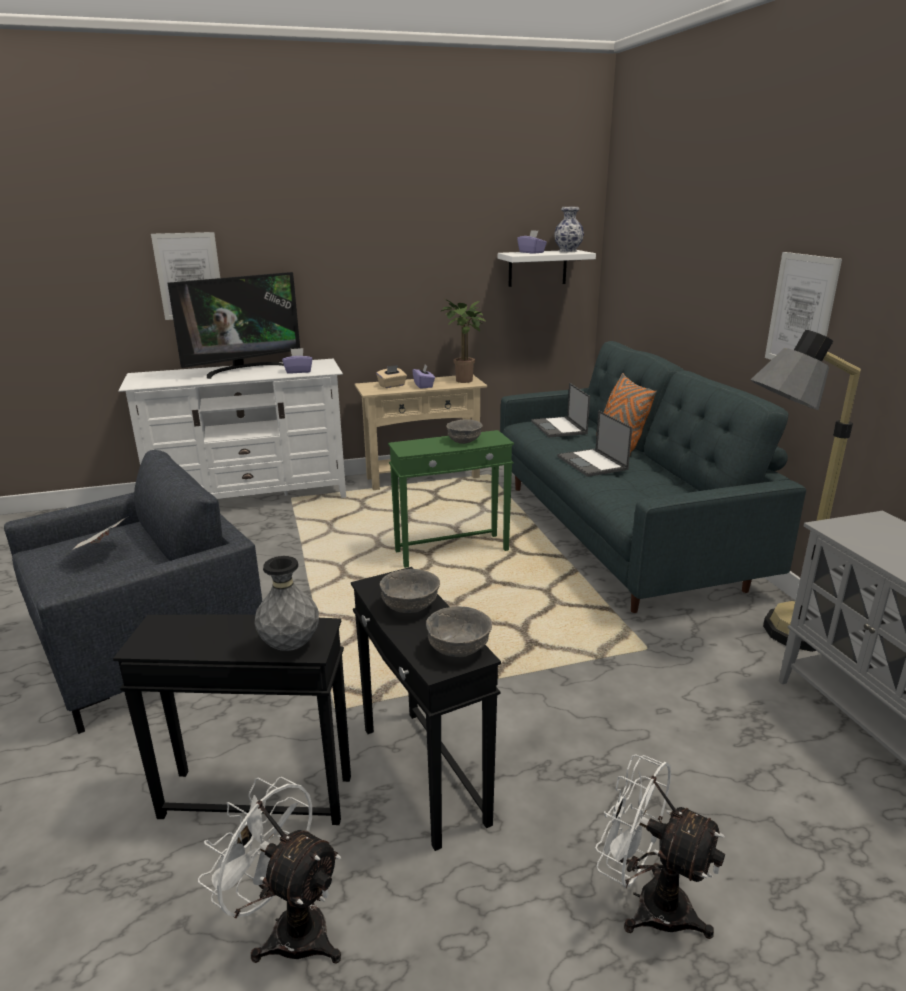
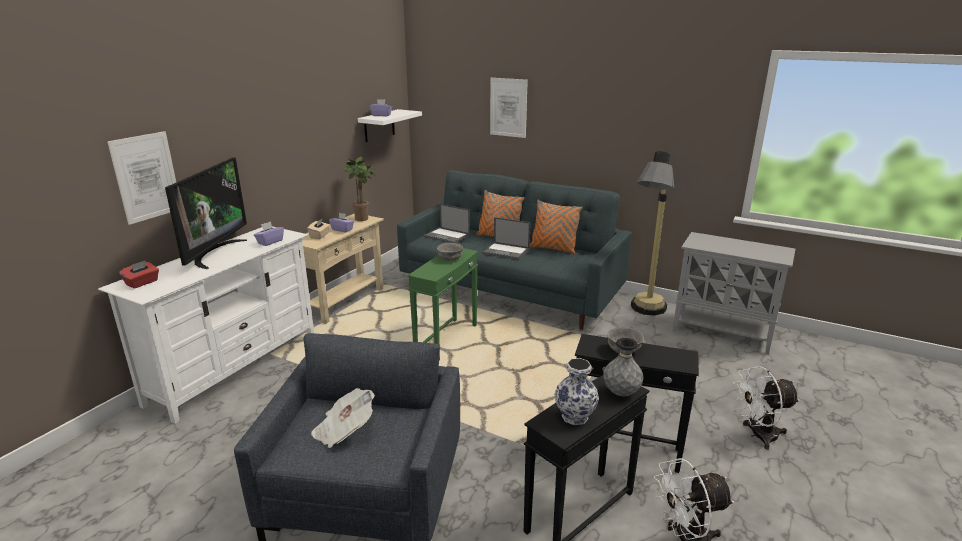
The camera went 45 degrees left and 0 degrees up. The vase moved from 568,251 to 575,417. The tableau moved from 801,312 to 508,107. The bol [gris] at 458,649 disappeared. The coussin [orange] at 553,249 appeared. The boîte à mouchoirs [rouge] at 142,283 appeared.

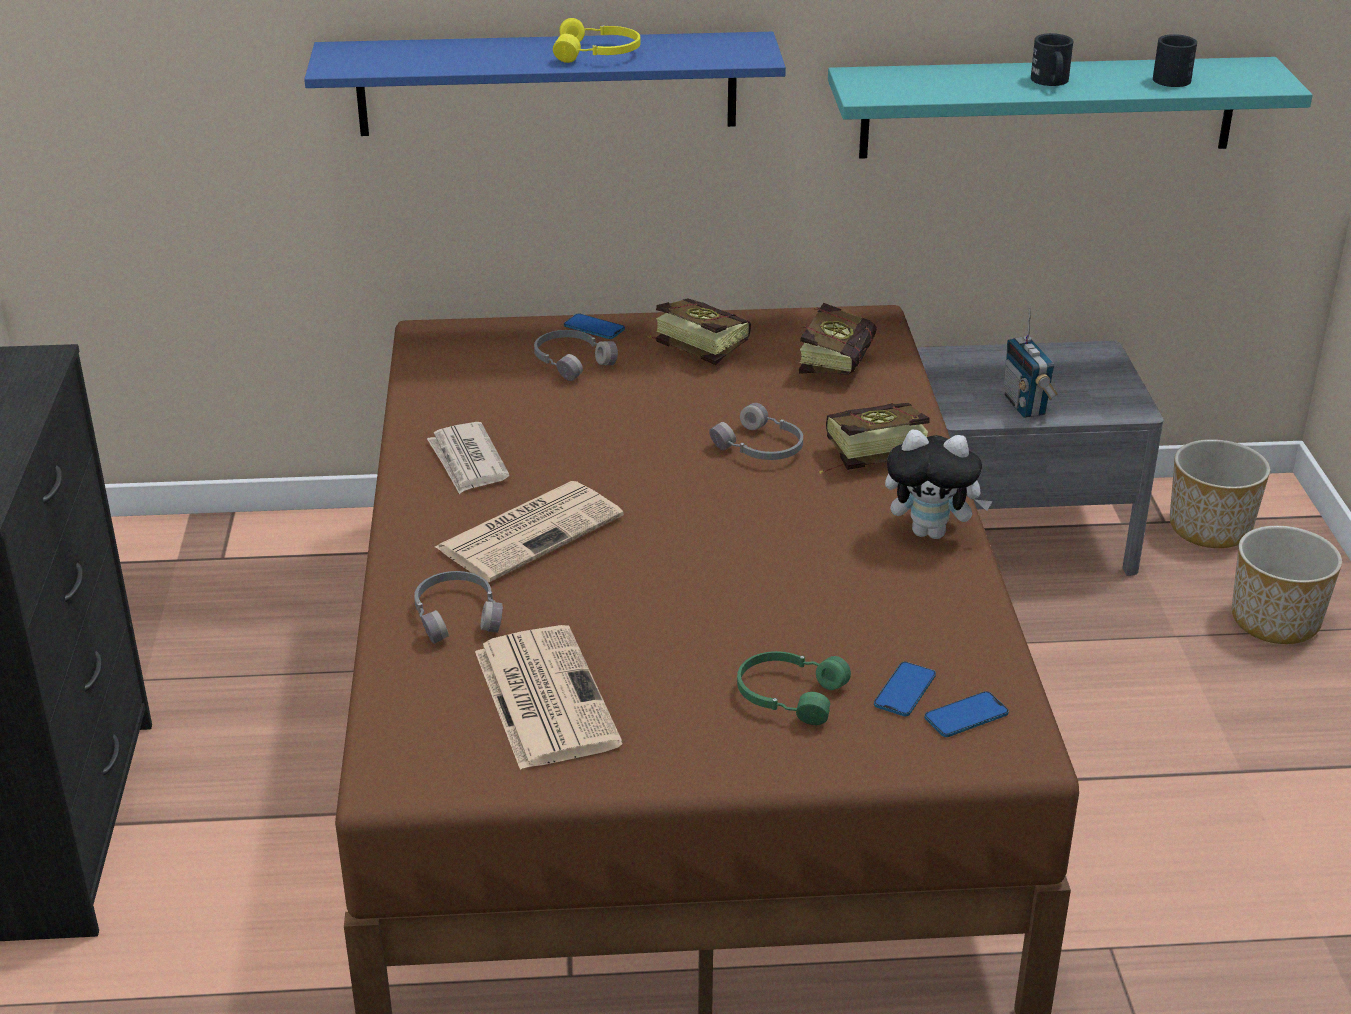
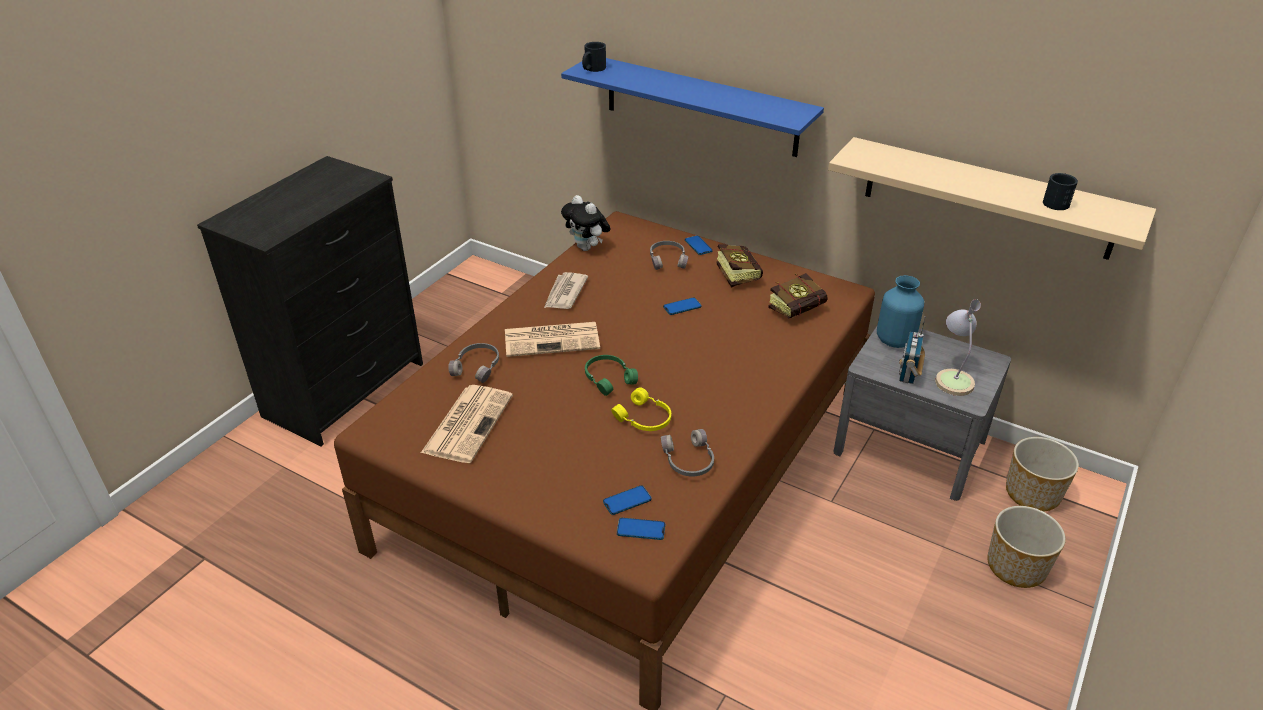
The camera went 35 degrees right and 5 degrees up. The casque audio [jaune] moved from 598,54 to 644,419. The mug [noir] moved from 1051,82 to 592,69. The étagère [turquoise] at 1048,107 became the étagère [beige] at 988,198. The casque audio [gris] moved from 760,448 to 688,460. The livre at 865,457 disappeared. The peluche moved from 932,532 to 587,248. The casque audio [vert] moved from 789,695 to 609,378. The vase [bleu] at 894,340 appeared. The téléphone at 682,307 appeared. The lampe de table at 952,377 appeared.

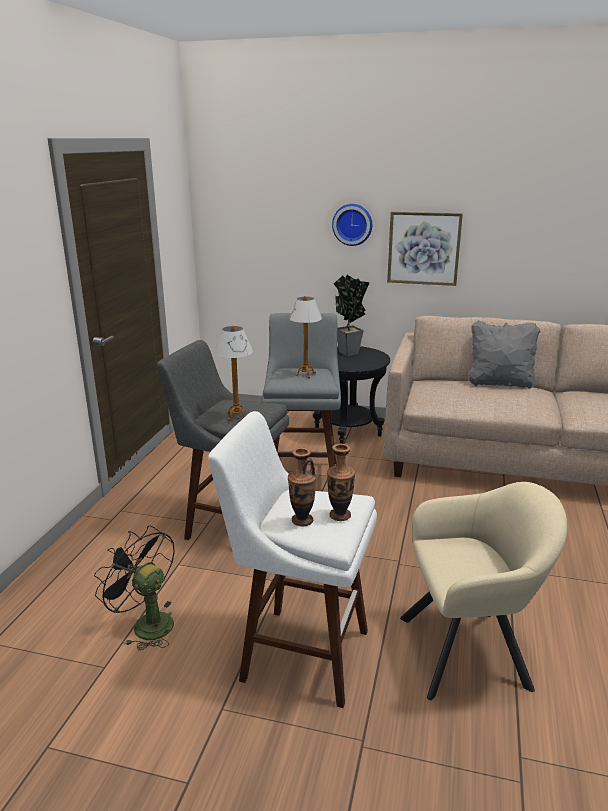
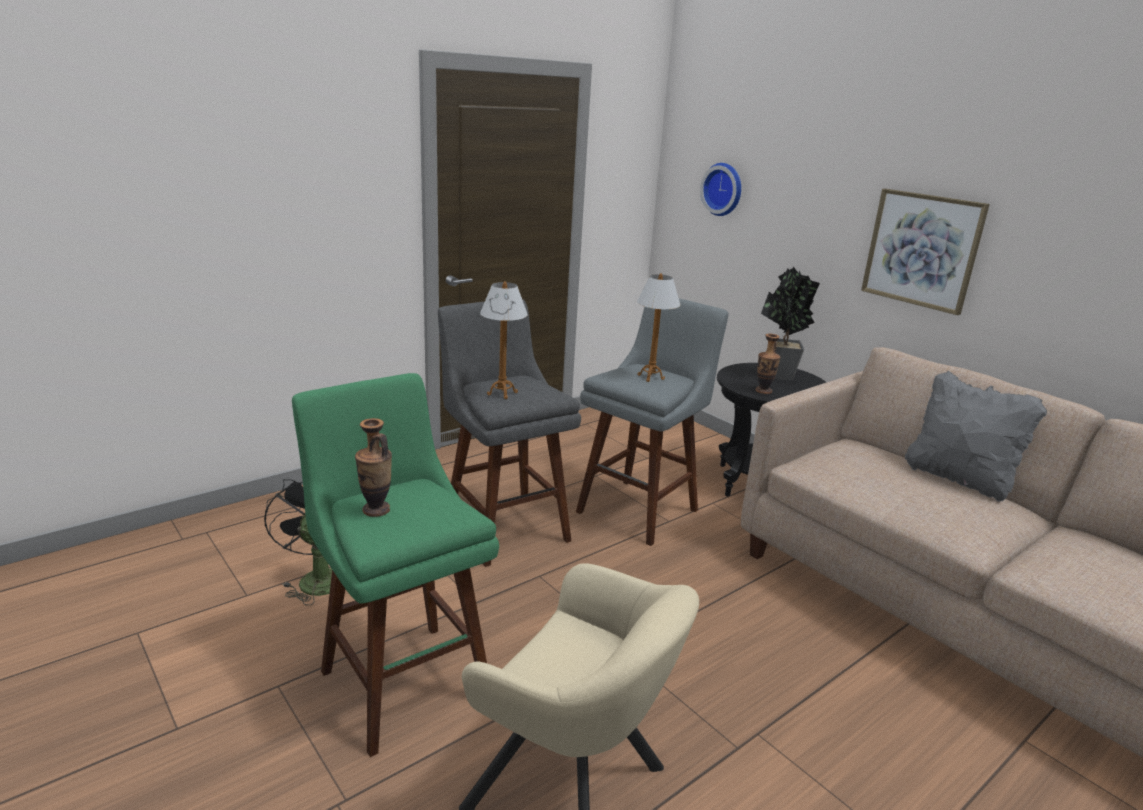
The camera went 35 degrees right and 0 degrees up. The horloge murale moved from 352,224 to 723,189. The tabouret [blanc] at 298,653 became the tabouret [vert] at 402,679. The vase moved from 340,515 to 763,391.

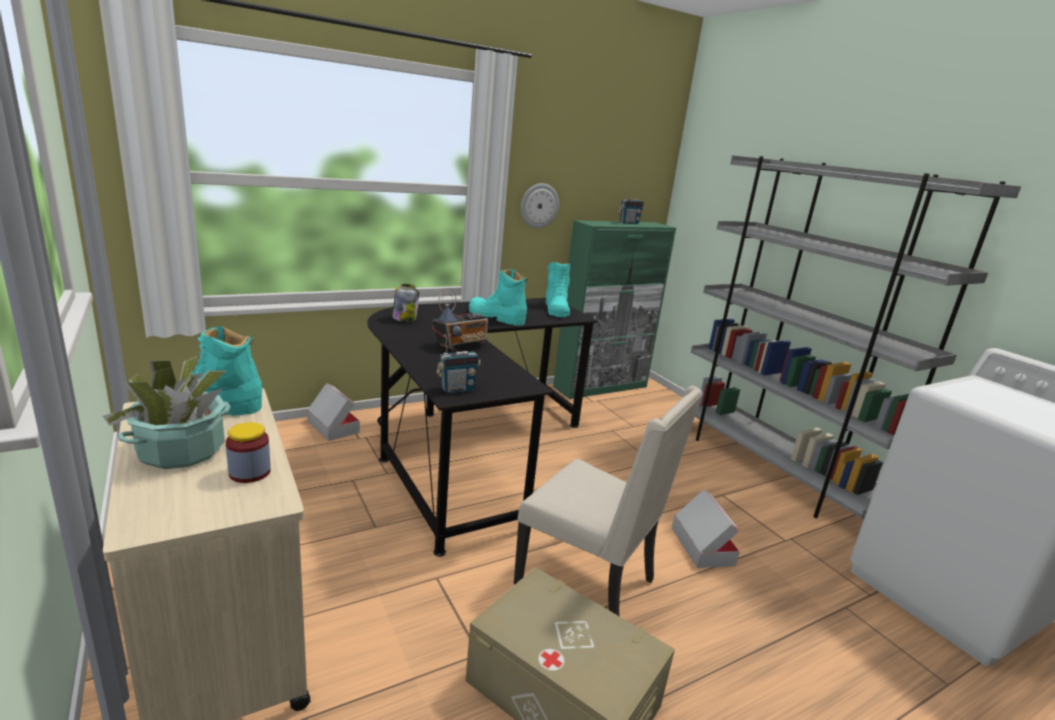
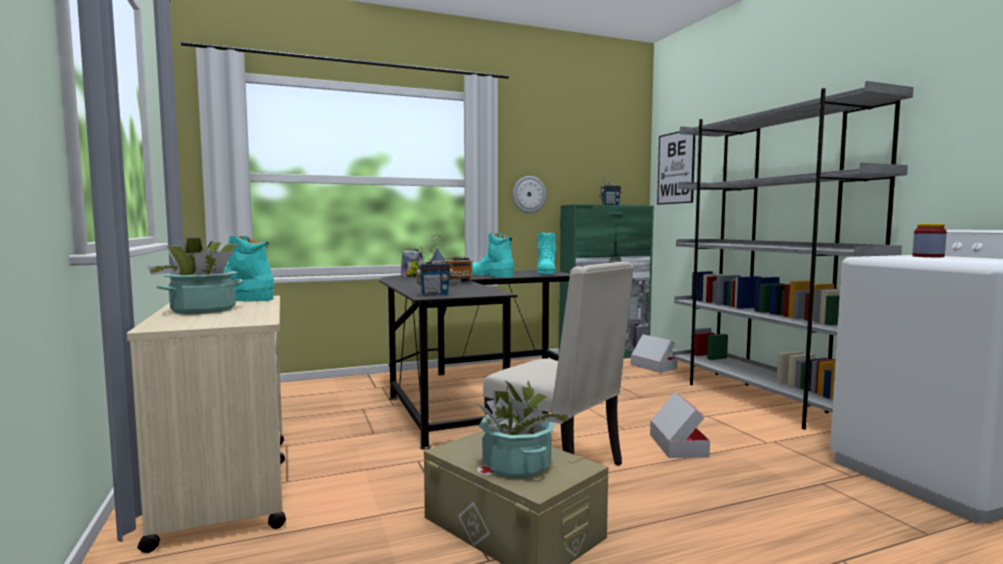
The camera went 10 degrees right and 15 degrees down. The carton moved from 333,426 to 653,366. The bocal moved from 250,472 to 928,256. The tableau at 676,168 appeared. The plante en pot at 516,465 appeared.

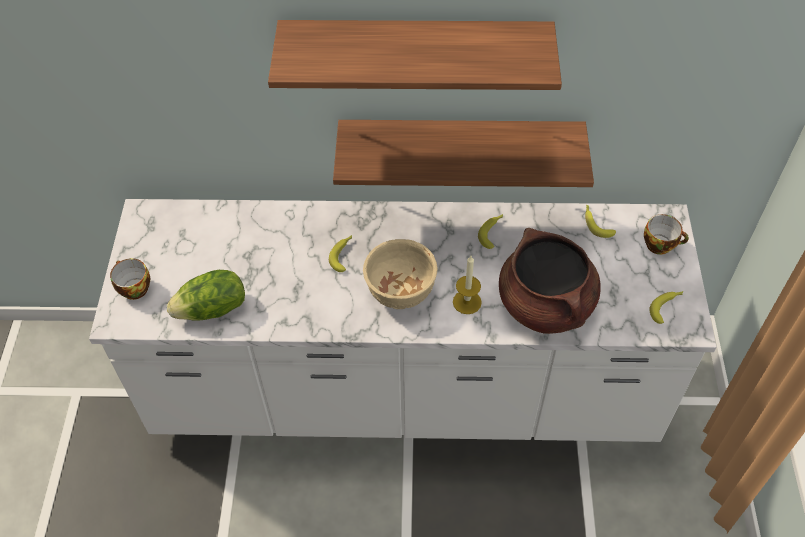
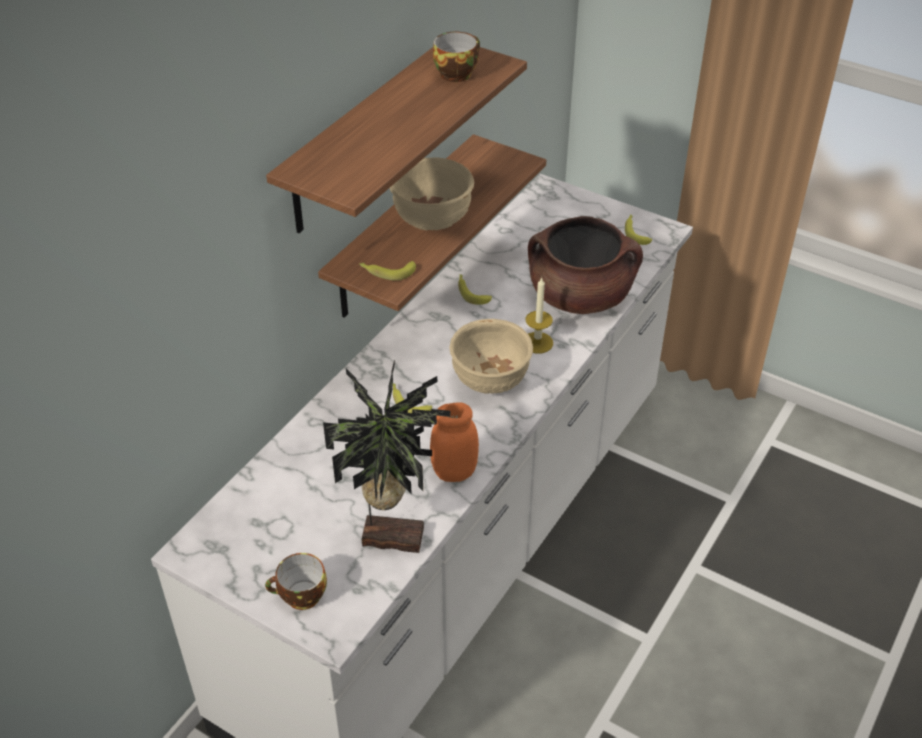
The camera went 60 degrees left and 10 degrees down. The banane moved from 596,223 to 387,272. The tasse moved from 660,244 to 456,73. The laitue at 213,309 was replaced by the plante en pot at 392,534. The bol [beige] at 431,221 appeared. The bocal [orange] at 454,472 appeared.

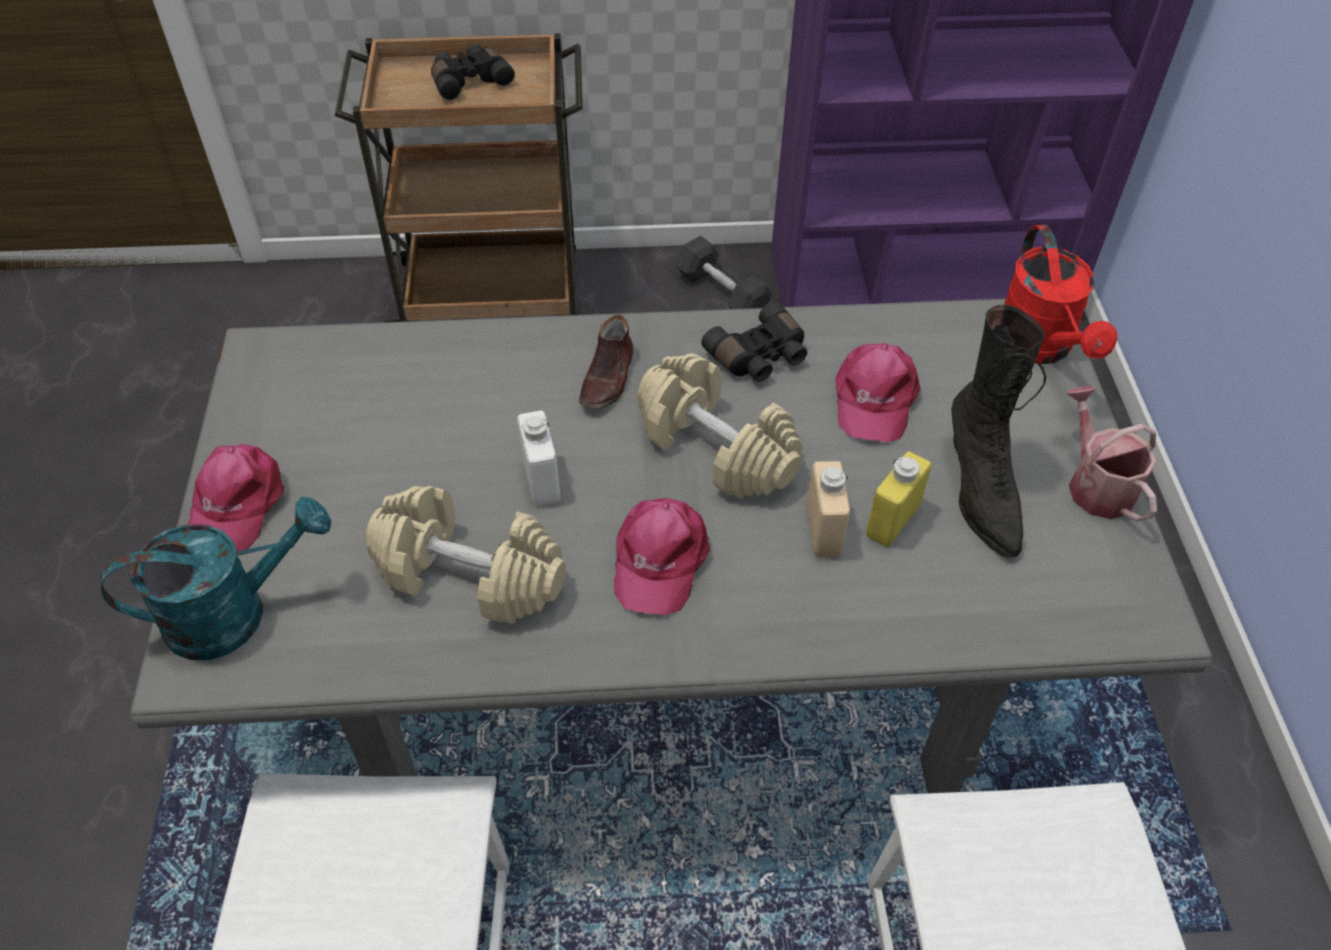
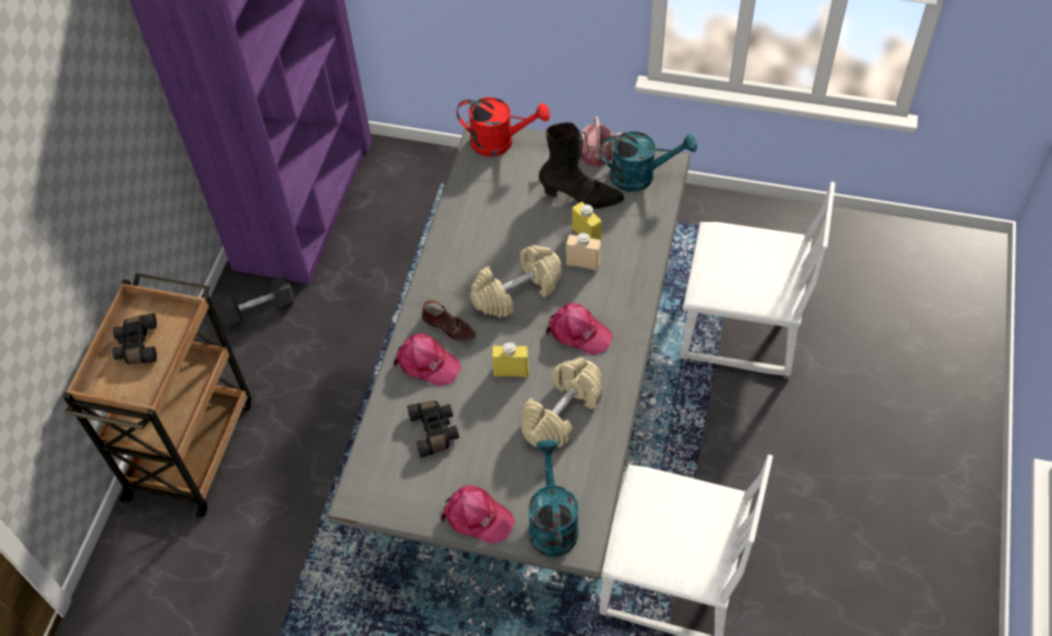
The camera went 70 degrees left and 5 degrees up. The jumelles [noir] moved from 760,357 to 435,431. The casquette [rose] moved from 873,399 to 427,363. The bouteille [blanc] at 541,480 became the bouteille [jaune] at 511,371. The arrosoir [turquoise] at 641,175 appeared.

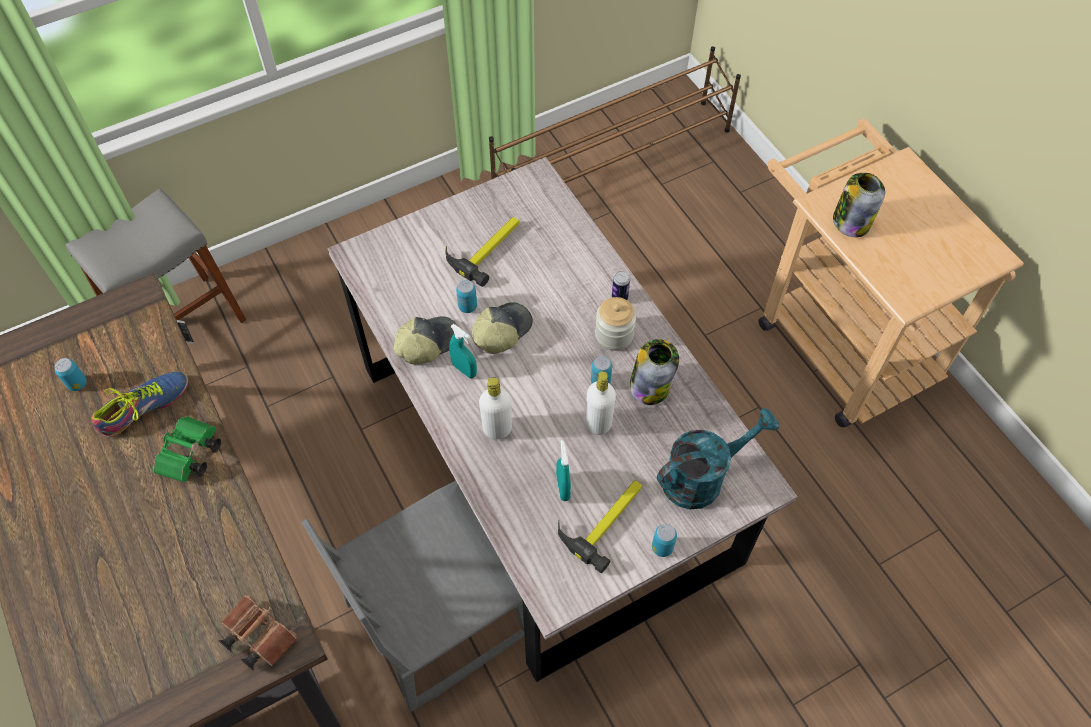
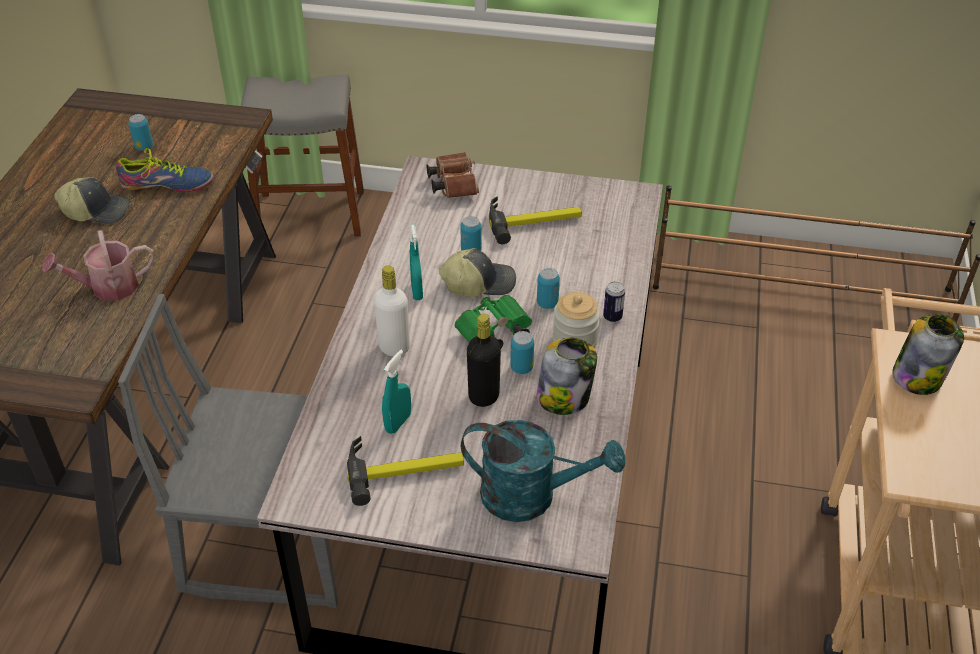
The camera went 40 degrees right and 15 degrees down. The casquette moved from 427,343 to 97,210. The bouteille [blanc] at 598,423 became the bouteille [noir] at 483,396. The jumelles [vert] moved from 190,457 to 493,335. The boîte métallique moved from 662,547 to 547,303. The jumelles [marron] moved from 257,636 to 453,184. The arrosoir at 108,287 appeared.

